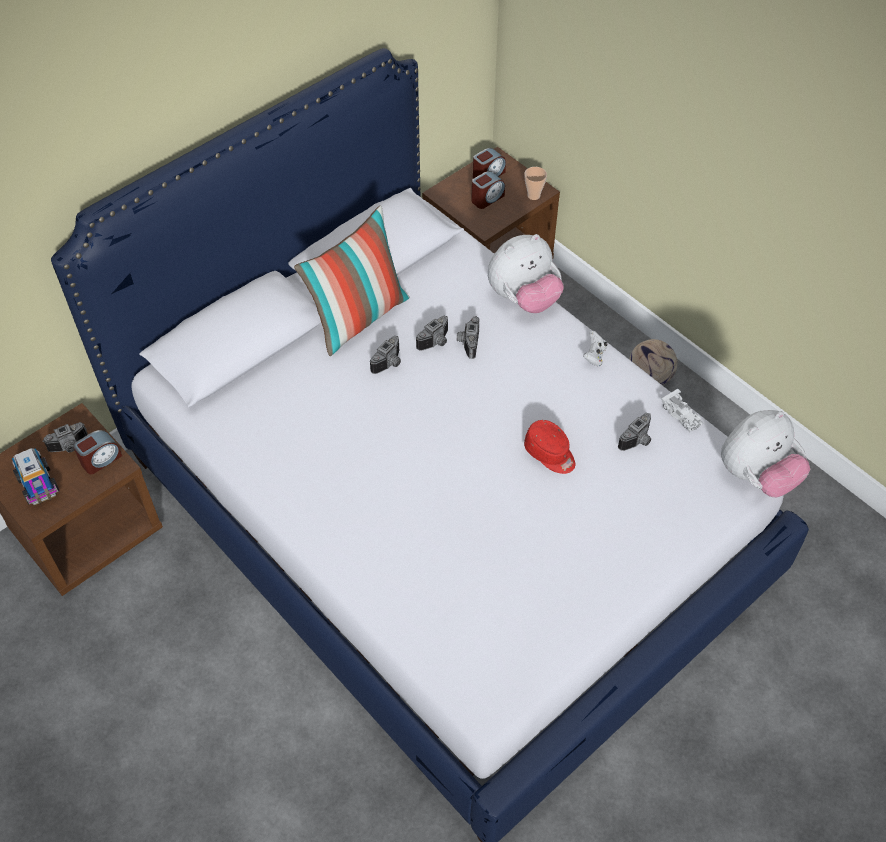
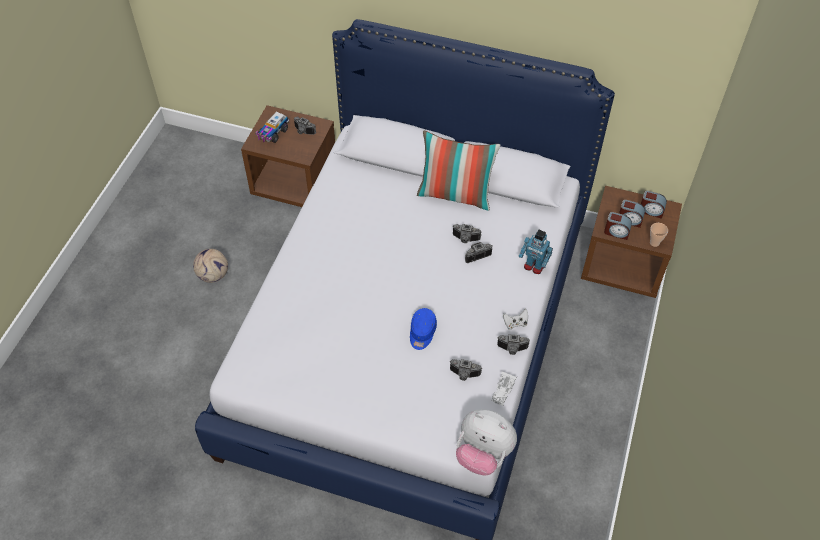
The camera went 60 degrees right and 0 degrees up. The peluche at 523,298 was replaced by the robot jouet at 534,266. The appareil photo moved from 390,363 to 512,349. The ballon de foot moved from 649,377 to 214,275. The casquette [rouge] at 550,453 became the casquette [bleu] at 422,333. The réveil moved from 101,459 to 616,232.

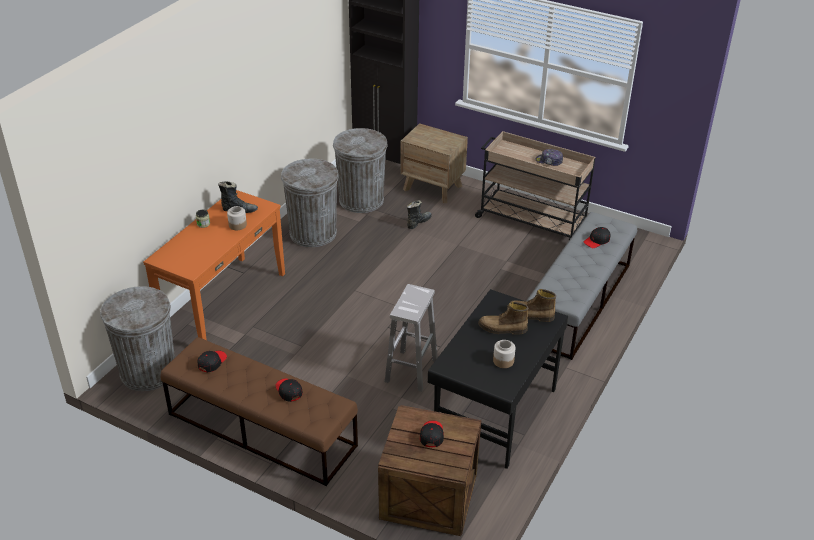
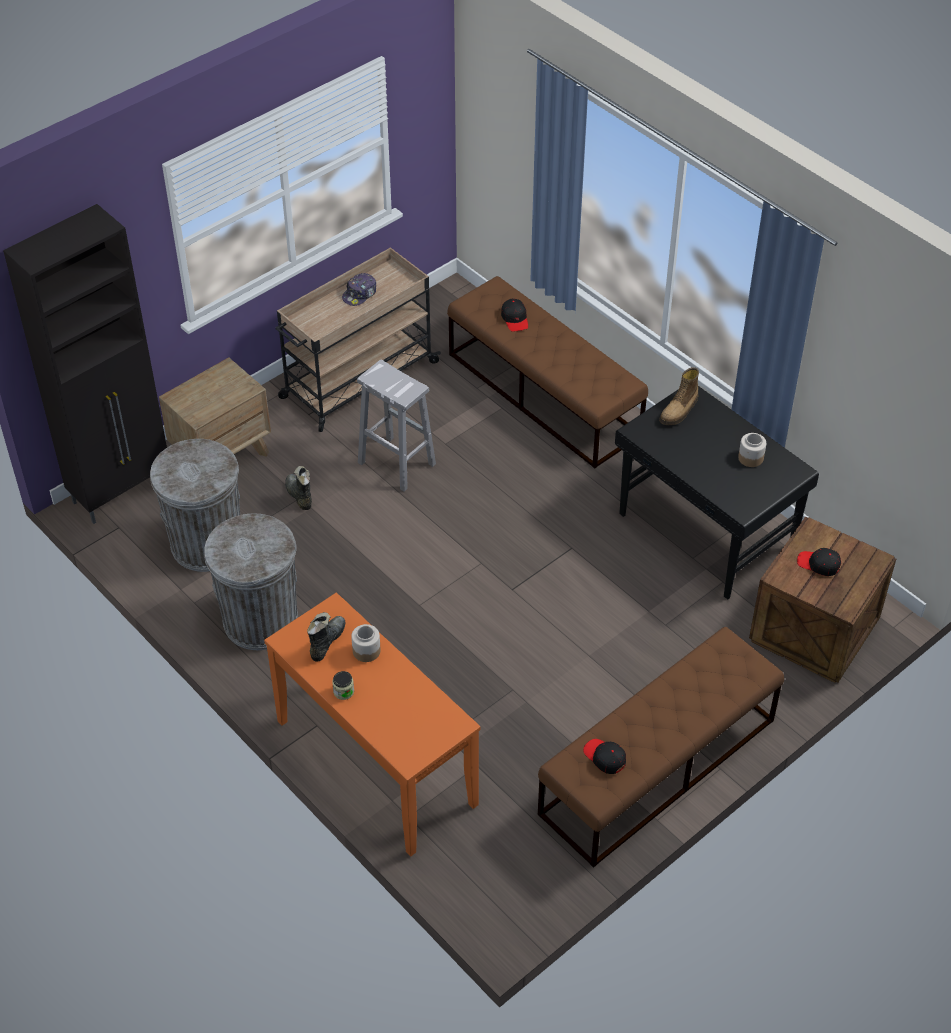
The camera went 70 degrees left and 10 degrees up. The banc [gris] at 578,302 became the banc [marron] at 544,395. The tabouret [blanc] moved from 411,370 to 395,463. The poubelle [gris] at 148,371 disappeared. The botte at 502,329 disappeared. The casquette [noir] at 288,391 disappeared.

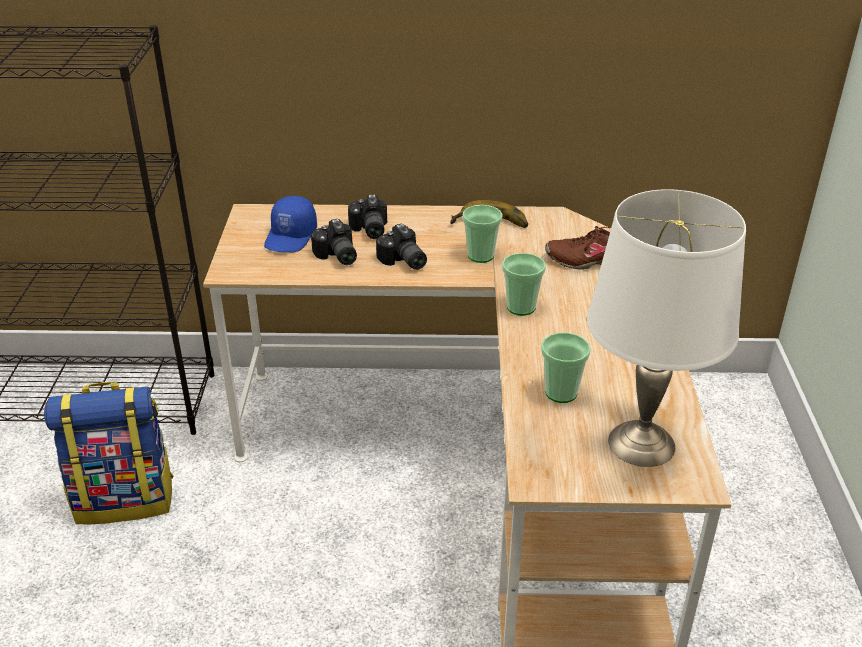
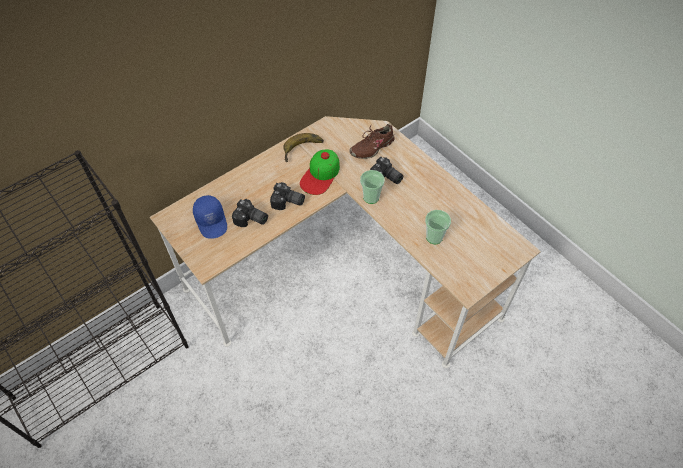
The camera went 40 degrees left and 20 degrees up. The lampe de table [blanc] at 640,443 disappeared. The appareil photo moved from 368,230 to 386,178. The tasse at 481,256 was replaced by the casquette at 320,175. The sac à dos at 126,499 disappeared.

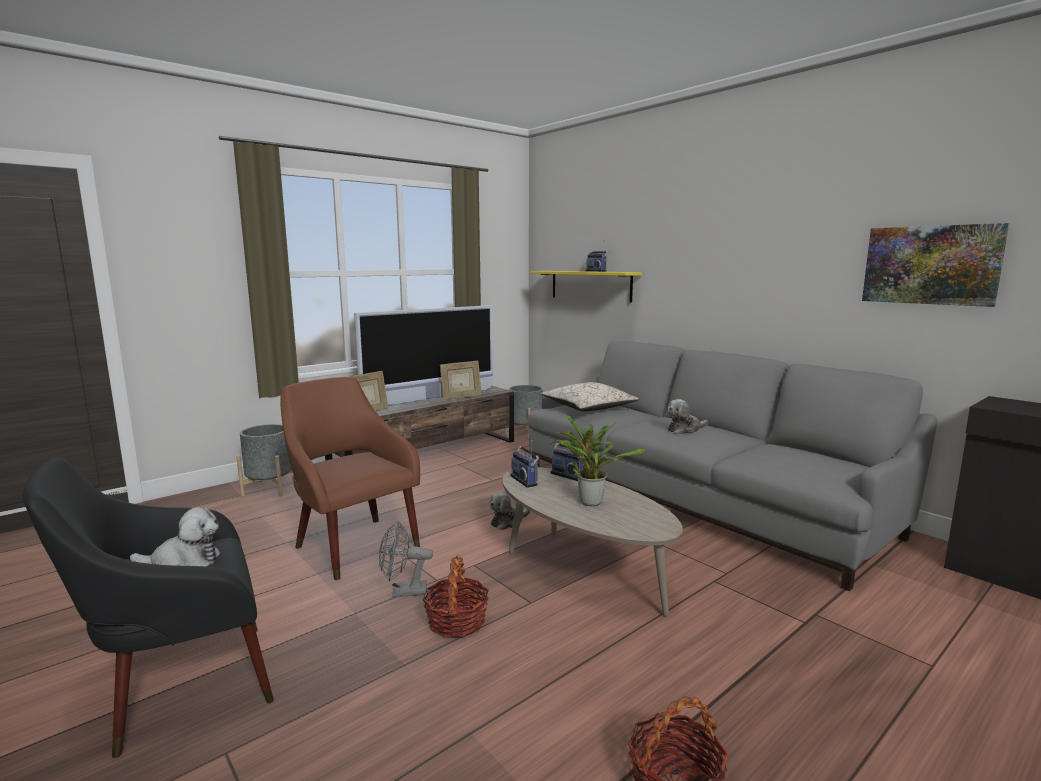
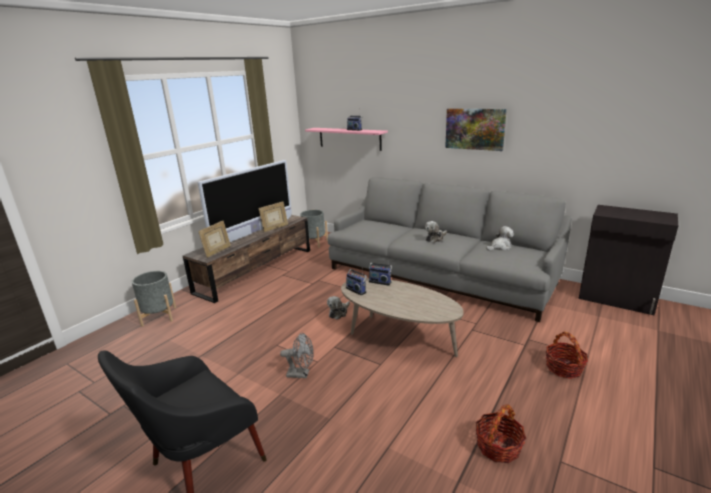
The camera went 15 degrees left and 10 degrees up. The tableau moved from 930,265 to 475,129. The étagère [jaune] at 590,285 became the étagère [rose] at 349,138. The fauteuil [marron] at 353,544 disappeared. The coussin [beige] at 589,408 disappeared. The plante en pot at 589,501 disappeared. The peluche moved from 184,562 to 500,247. The ventilateur [gris] at 403,592 turned 150 degrees counterclockwise. The panier moved from 457,622 to 564,368.

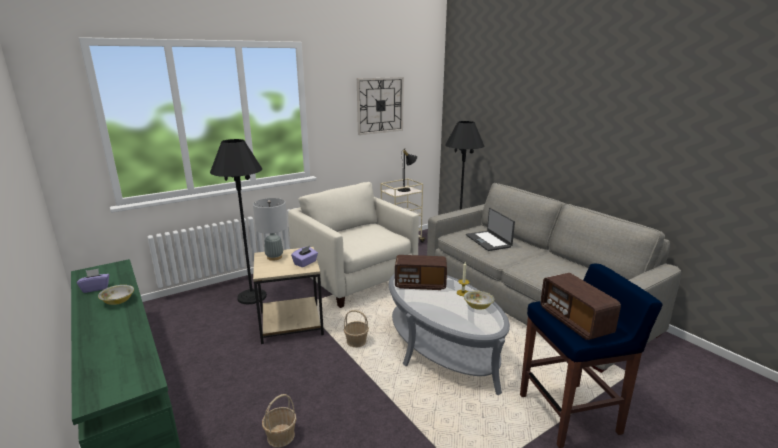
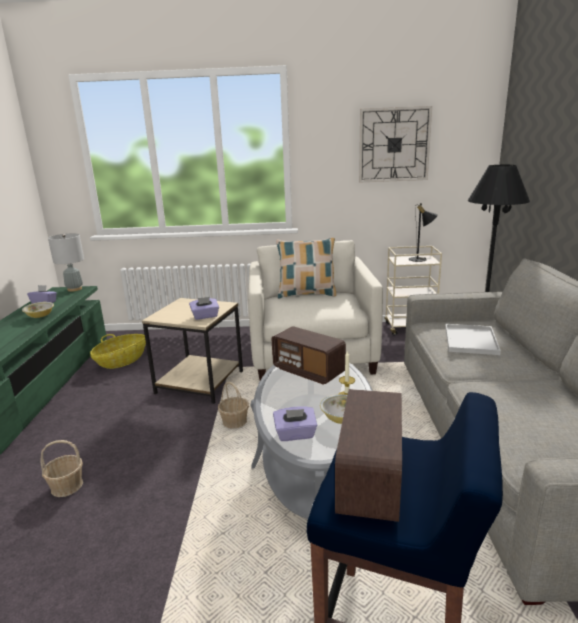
The camera went 35 degrees right and 0 degrees up. The lampadaire [noir] at 252,297 disappeared. The lampe de table [gris] moved from 274,257 to 74,289. The ordinateur portable at 488,241 was replaced by the plateau [blanc] at 471,341. The coussin at 306,294 appeared. The panier at 122,361 appeared. The boîte à mouchoirs [violet] at 295,434 appeared.

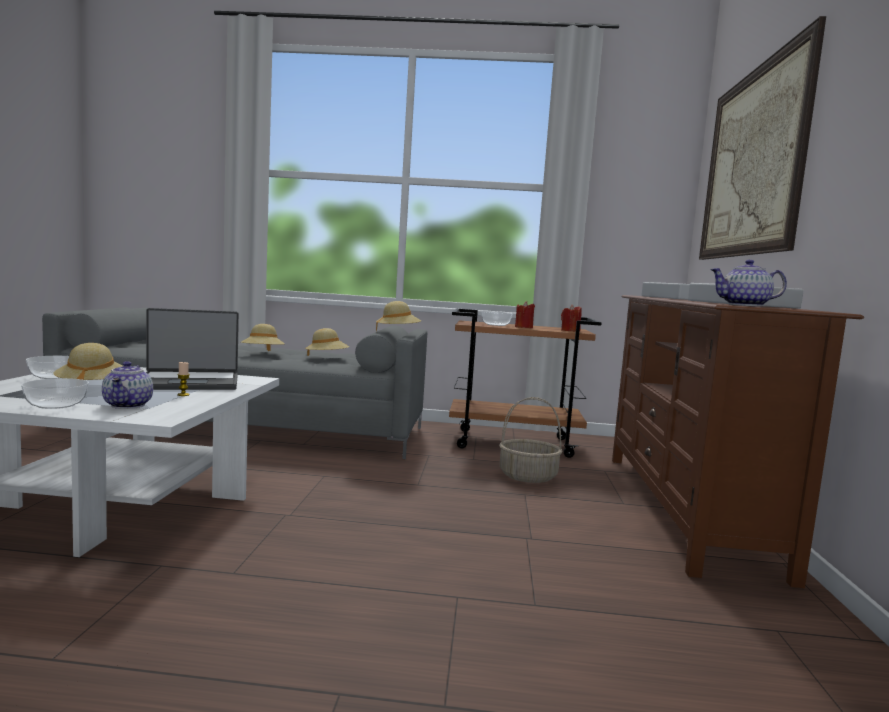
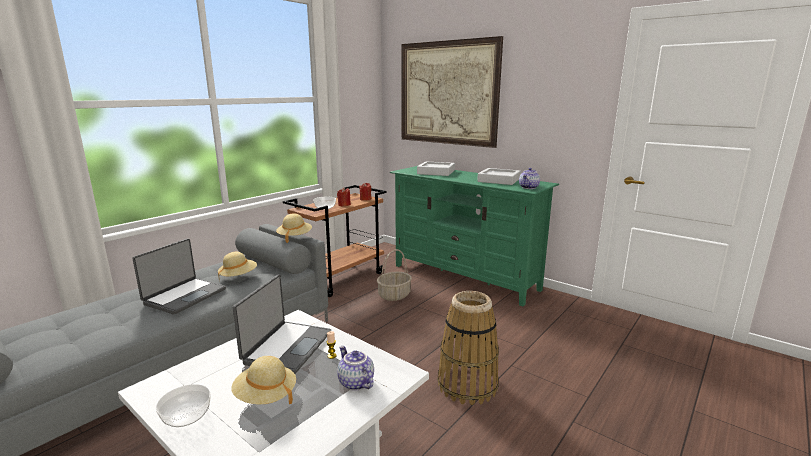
The camera went 55 degrees left and 10 degrees up. The meuble télé [marron] at 686,509 became the meuble télé [vert] at 465,277. The chapeau [beige] at 263,354 was replaced by the ordinateur portable at 184,296. The théière at 129,405 turned 150 degrees counterclockwise. The bol at 56,405 disappeared. The panier at 467,385 appeared.

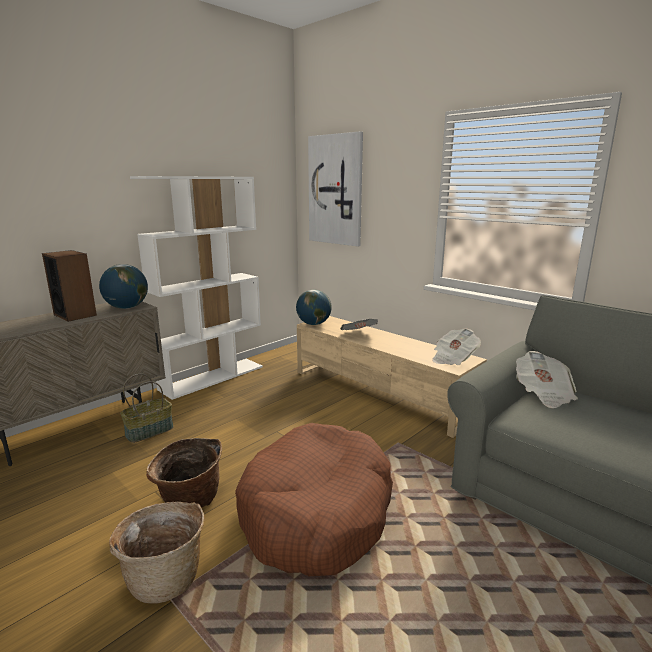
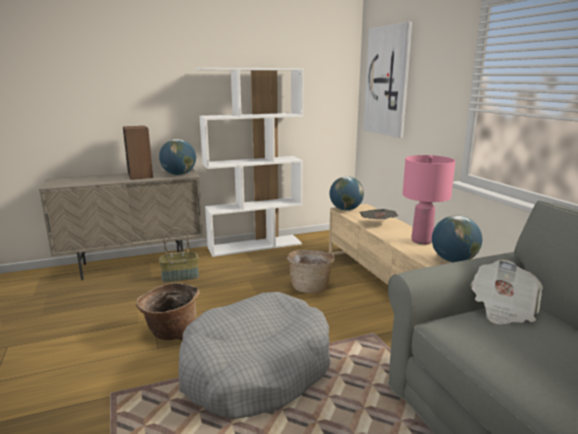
The camera went 25 degrees right and 0 degrees up. The journal at 453,359 was replaced by the globe at 453,261. The panier pour chien [marron] at 317,512 became the panier pour chien [gris] at 256,369. The panier moved from 166,576 to 310,287. The lampe de table [rose] at 422,241 appeared.

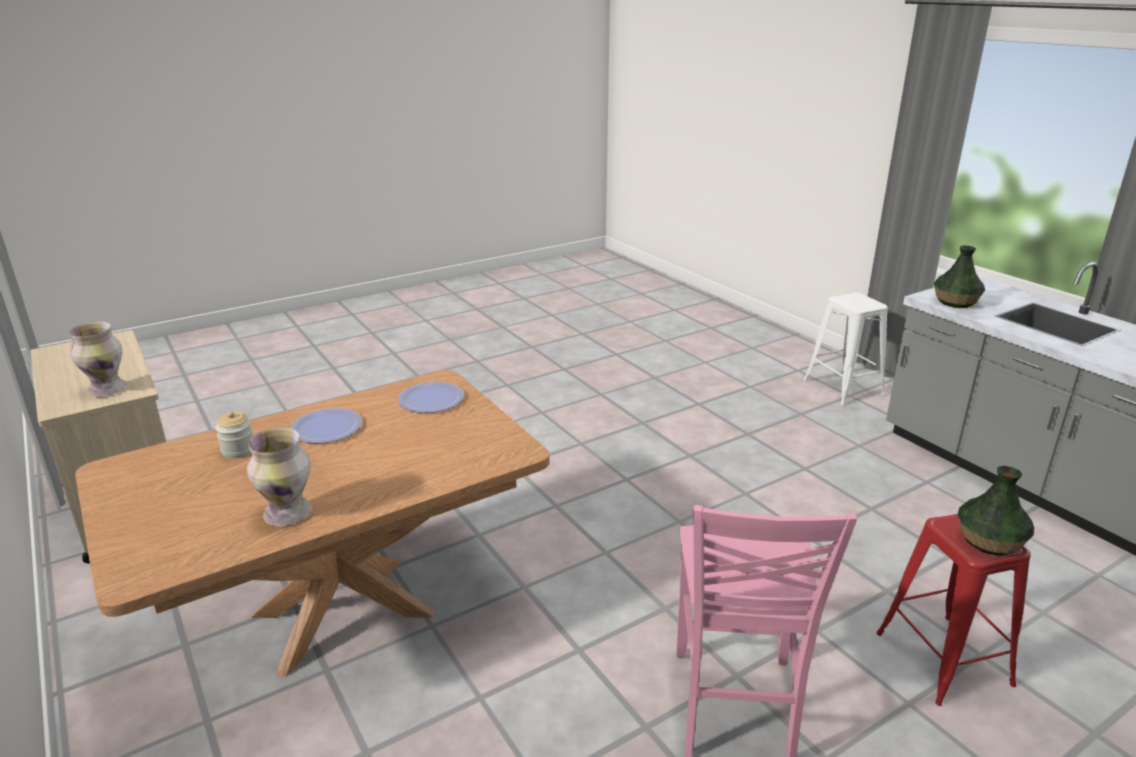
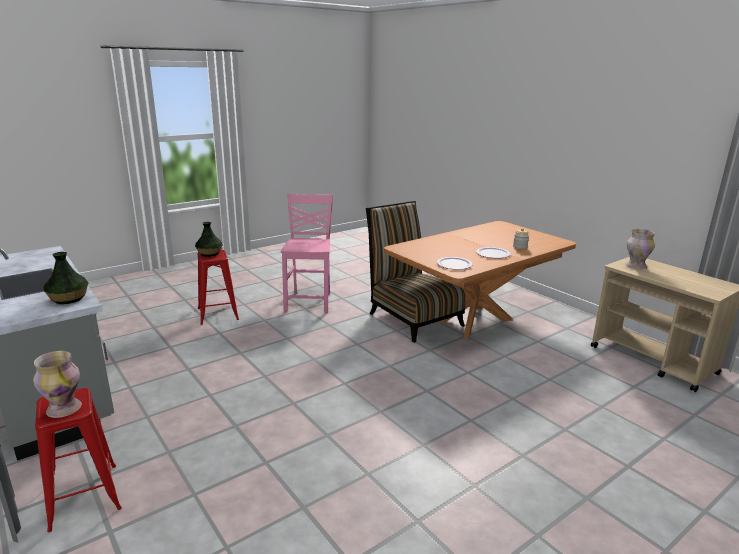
The camera went 175 degrees right and 5 degrees down. The tabouret [blanc] at 843,387 became the tabouret [rouge] at 84,496. The vase moved from 288,514 to 63,409. The chaise at 412,317 appeared.

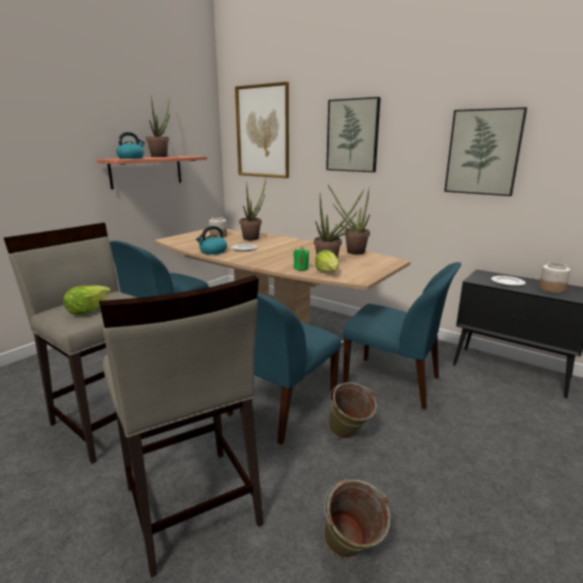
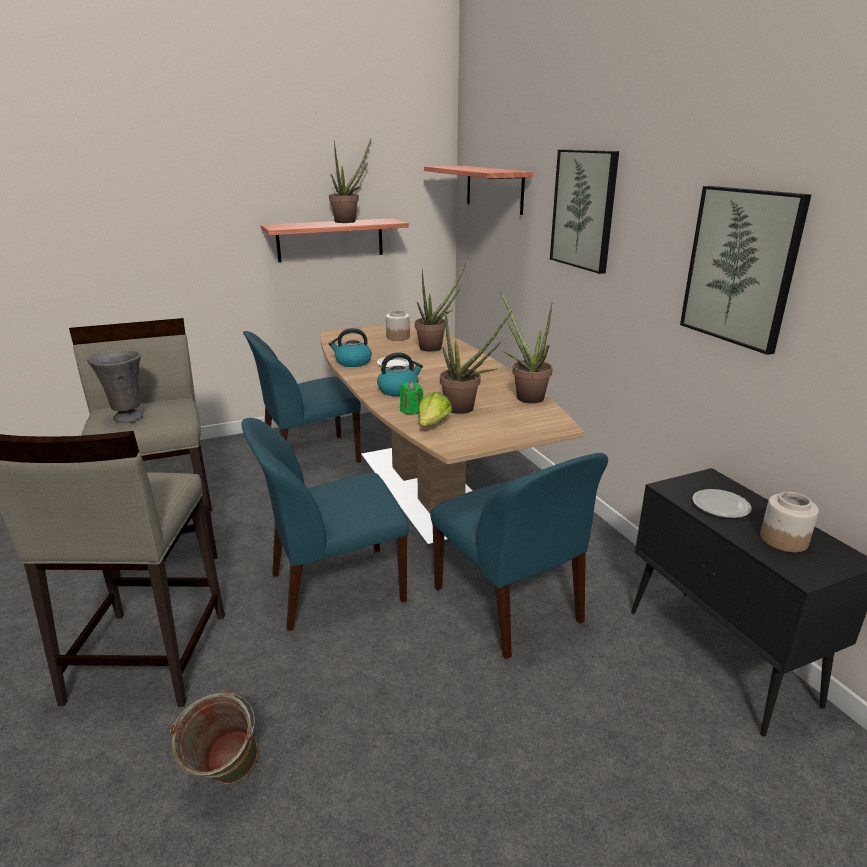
The camera went 30 degrees right and 5 degrees up. The tableau at 263,132 was replaced by the étagère at 494,189. The bouilloire moved from 131,158 to 398,390. The laitue at 88,310 was replaced by the vase [gris] at 127,418. The seau [vert] at 349,437 disappeared.

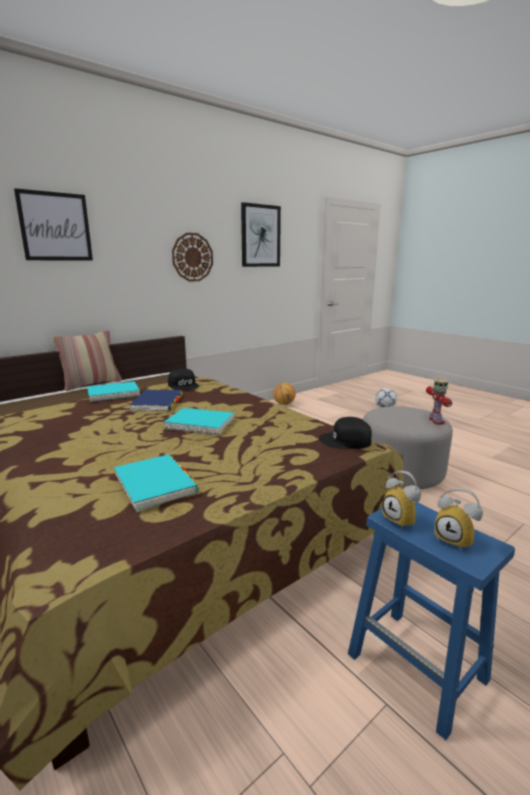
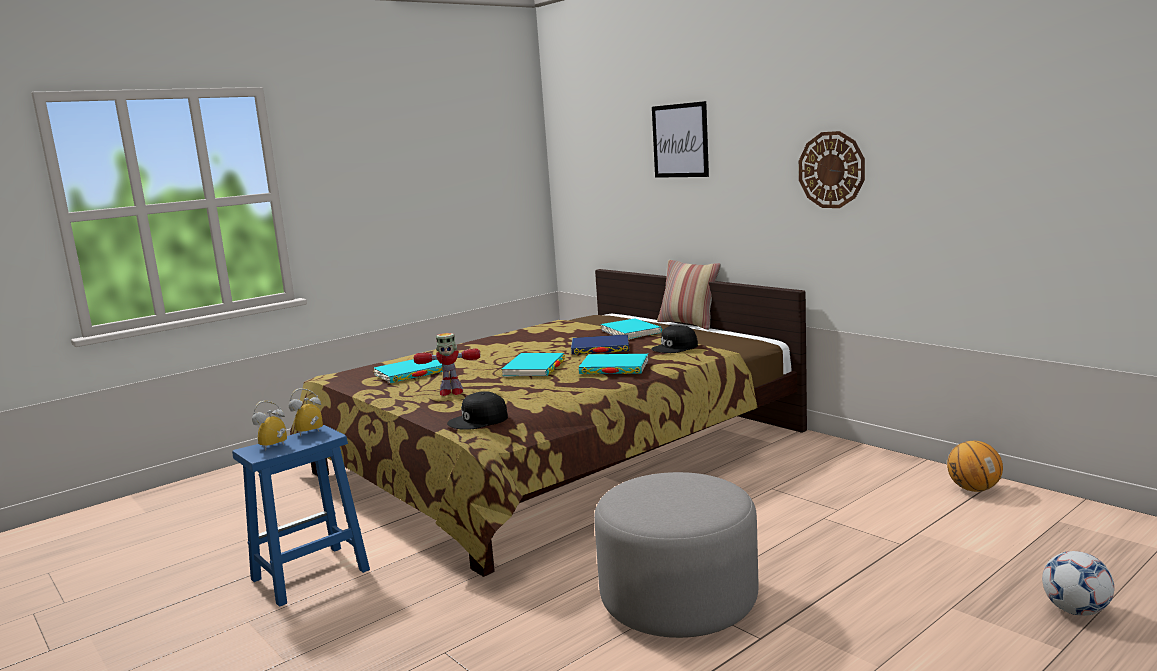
The camera went 90 degrees right and 5 degrees down. The tableau at 260,236 disappeared. The robot jouet moved from 436,421 to 450,392. The casquette [noir] at 345,441 turned 120 degrees counterclockwise. The livre [turquoise] at 614,368 appeared.

